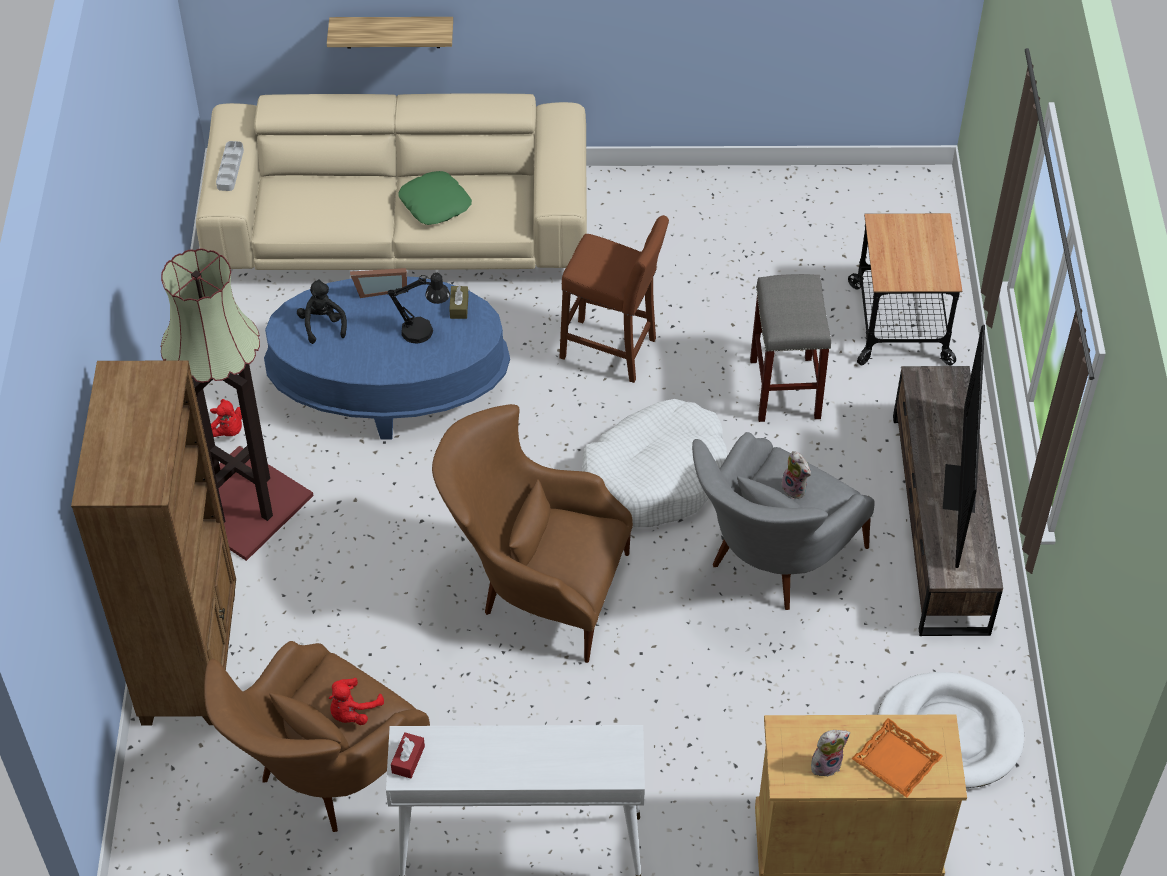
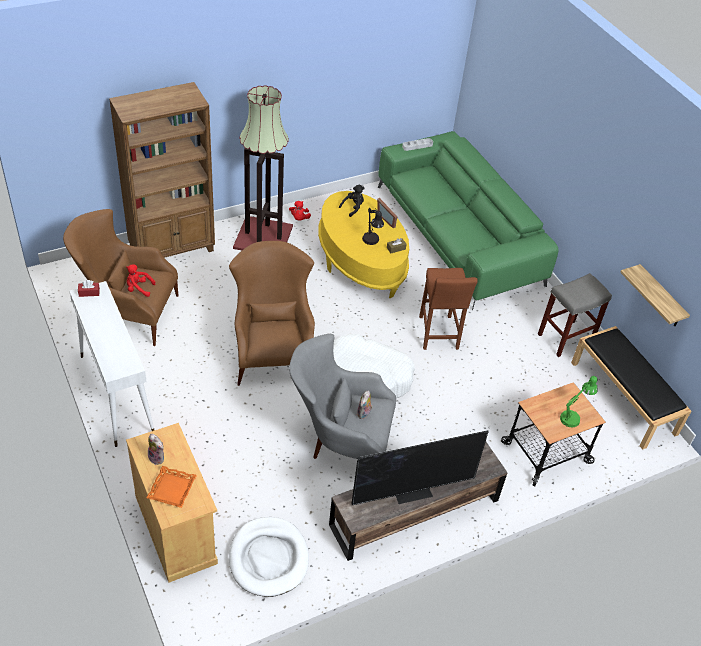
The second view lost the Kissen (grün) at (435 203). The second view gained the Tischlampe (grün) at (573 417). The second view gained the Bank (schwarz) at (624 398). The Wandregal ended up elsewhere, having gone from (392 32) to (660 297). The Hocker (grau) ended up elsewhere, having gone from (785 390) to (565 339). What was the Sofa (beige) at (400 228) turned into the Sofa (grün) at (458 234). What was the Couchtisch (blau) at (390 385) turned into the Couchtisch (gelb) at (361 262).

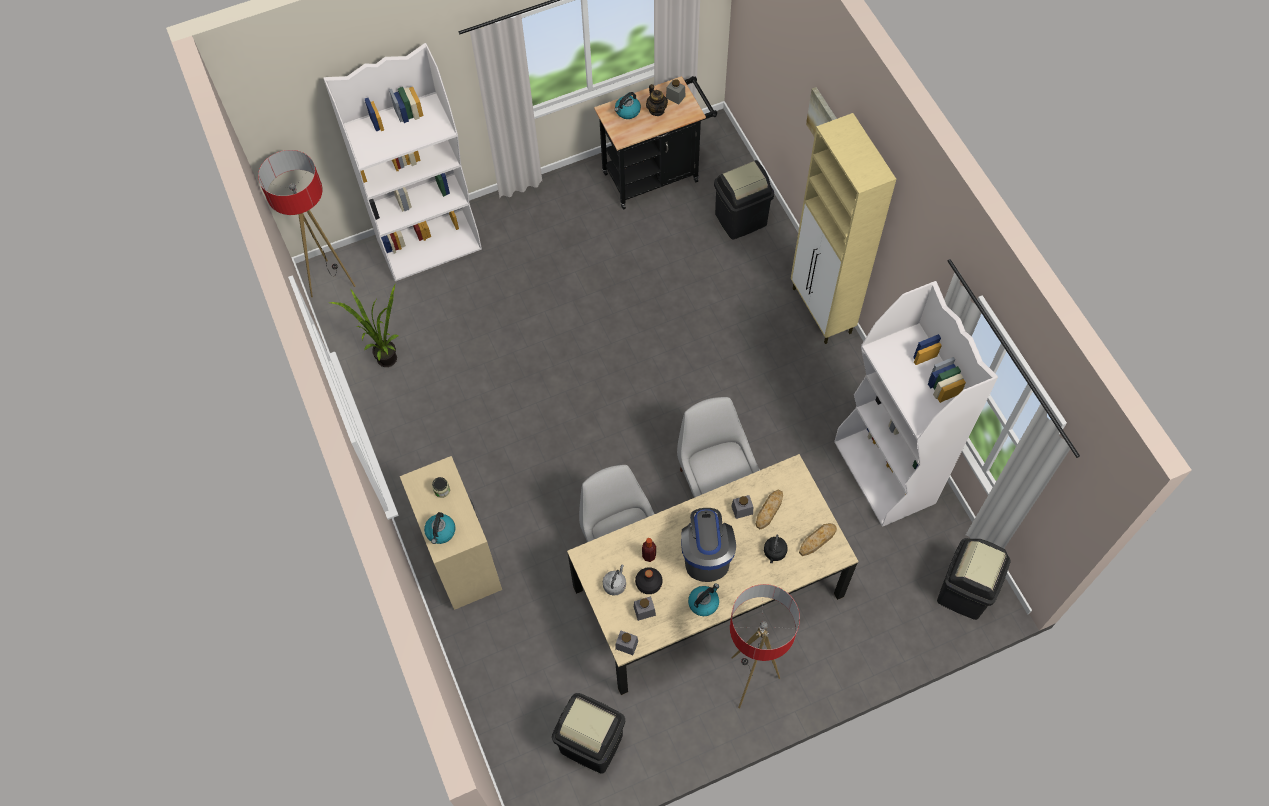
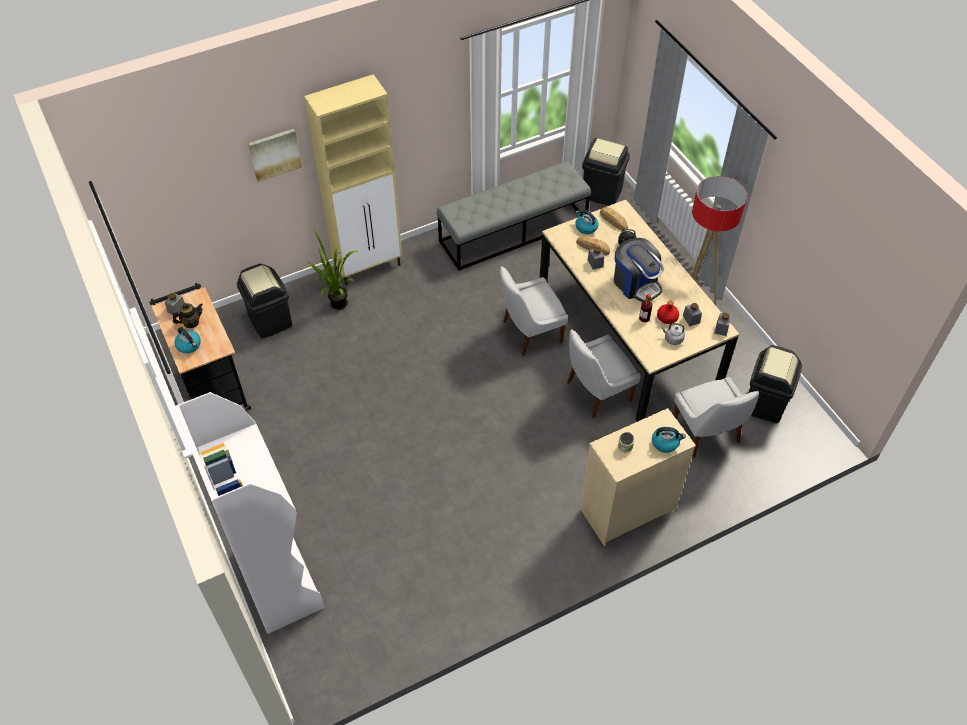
The second view lost the Stehlampe at (331 281). The second view gained the Stuhl (weiß) at (707 434). The Topfpflanze ended up elsewhere, having gone from (383 357) to (337 307). The Wasserkessel ended up elsewhere, having gone from (703 602) to (585 227). Where the Bücherregal (weiß) stood at (885 473), the Bank (grau) came to stand at (513 231). What was the Flasche (schwarz) at (648 583) turned into the Flasche (rot) at (667 318). The Kaffeemaschine at (706 554) ended up facing another way, 120 degrees counterclockwise from before.

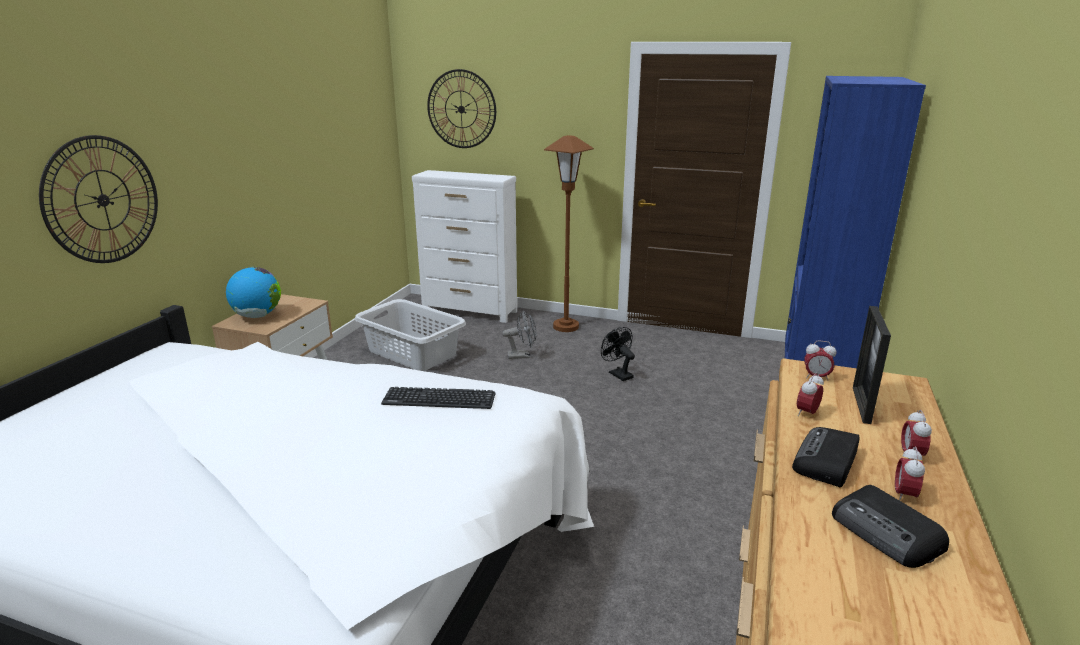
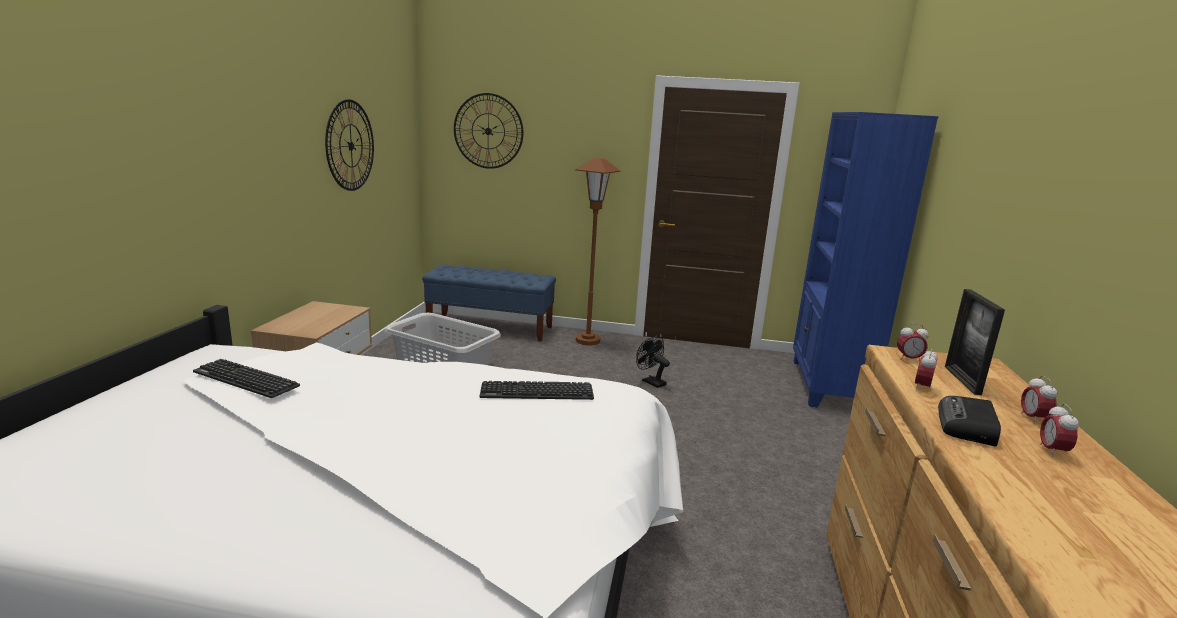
The second view lost the Globus at (257 316). The second view lost the Ventilator (grau) at (522 356). The second view lost the Radio at (887 533). The second view gained the Tastatur at (246 379). The Wanduhr ended up elsewhere, having gone from (102 200) to (350 145). Where the Kommode (weiß) stood at (470 311), the Bank (blau) came to stand at (490 327).

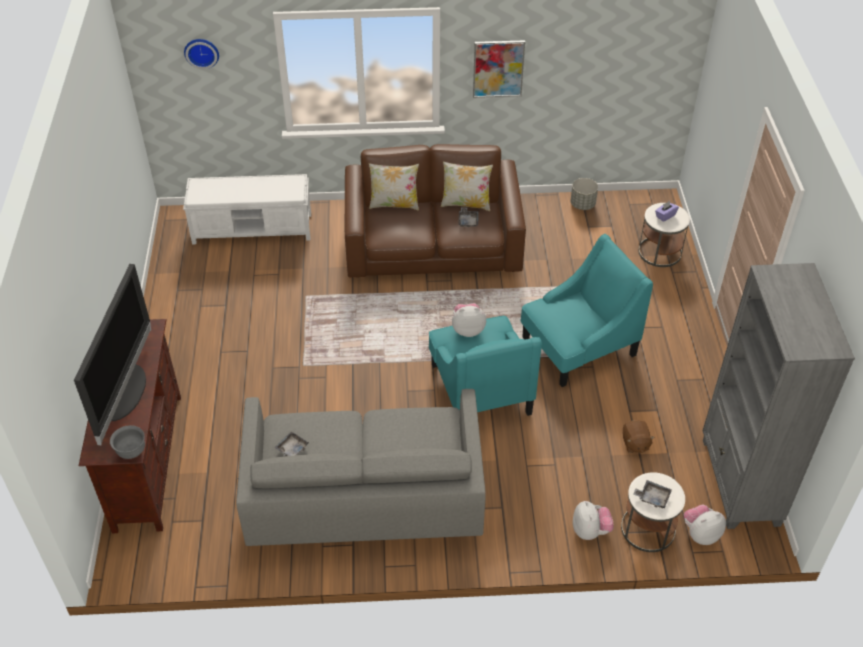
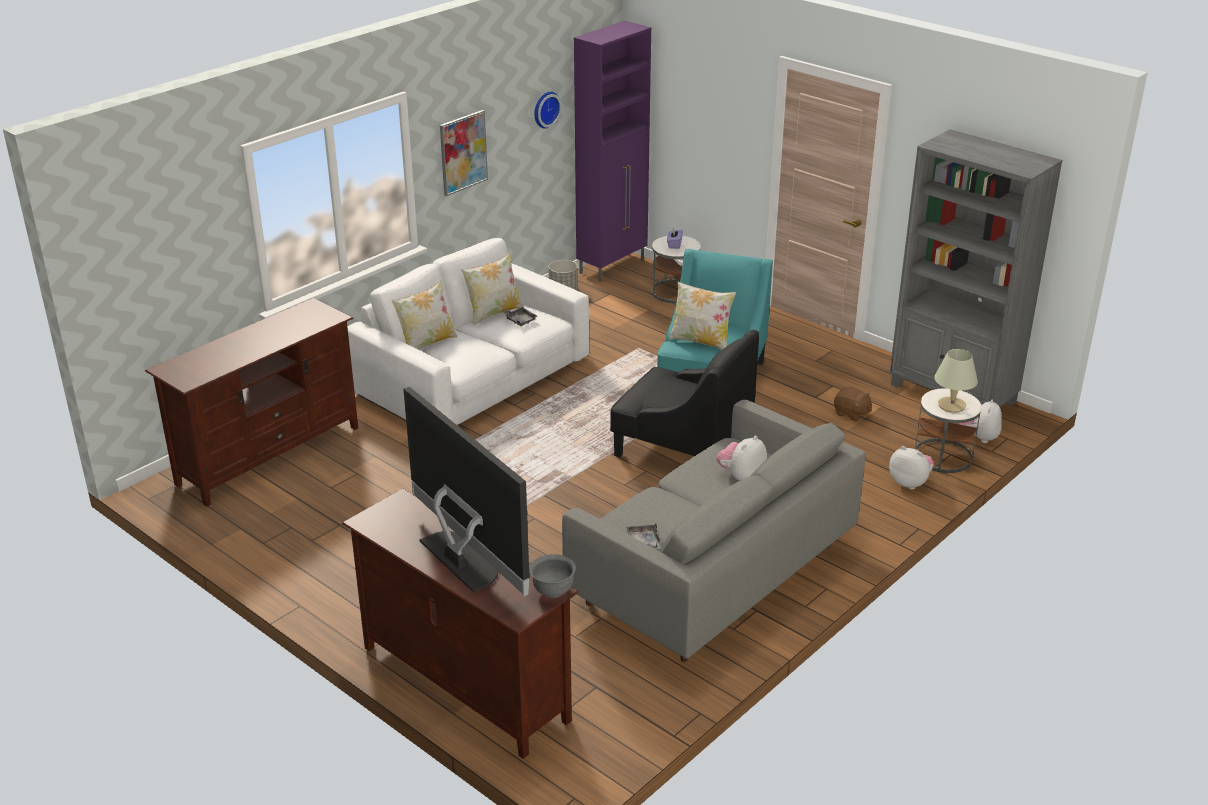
The second view gained the Schrank (lila) at (613 266). The second view gained the Kissen at (700 341). The Wanduhr ended up elsewhere, having gone from (201 52) to (545 109). The Plüschtier ended up elsewhere, having gone from (468 329) to (741 477). Where the Bank (weiß) stood at (253 229), the Fernsehschrank (braun) came to stand at (269 455). Where the Tablett (grau) stood at (652 497), the Tischlampe (beige) came to stand at (951 405). What was the Sofa (braun) at (433 243) turned into the Sofa (weiß) at (474 376). What was the Sessel (türkis) at (480 388) turned into the Sessel (schwarz) at (682 448).

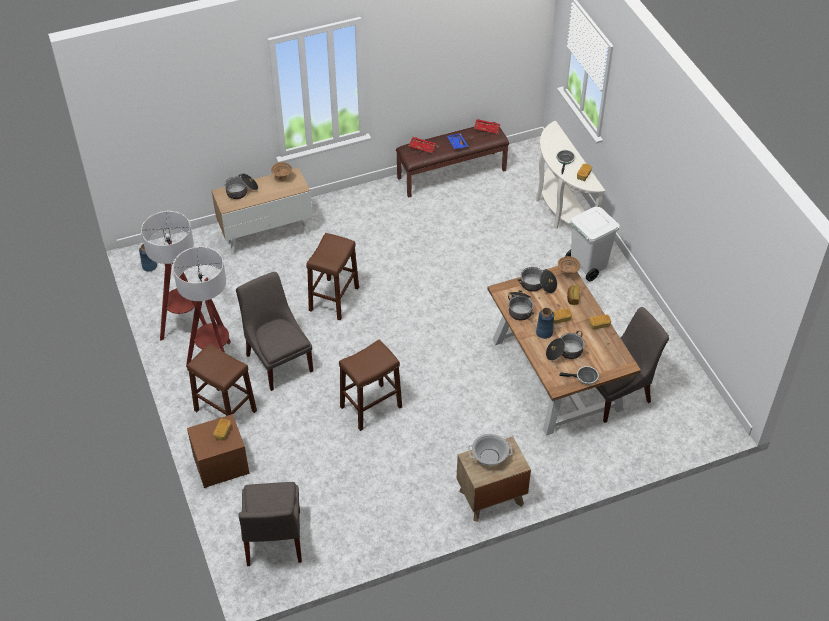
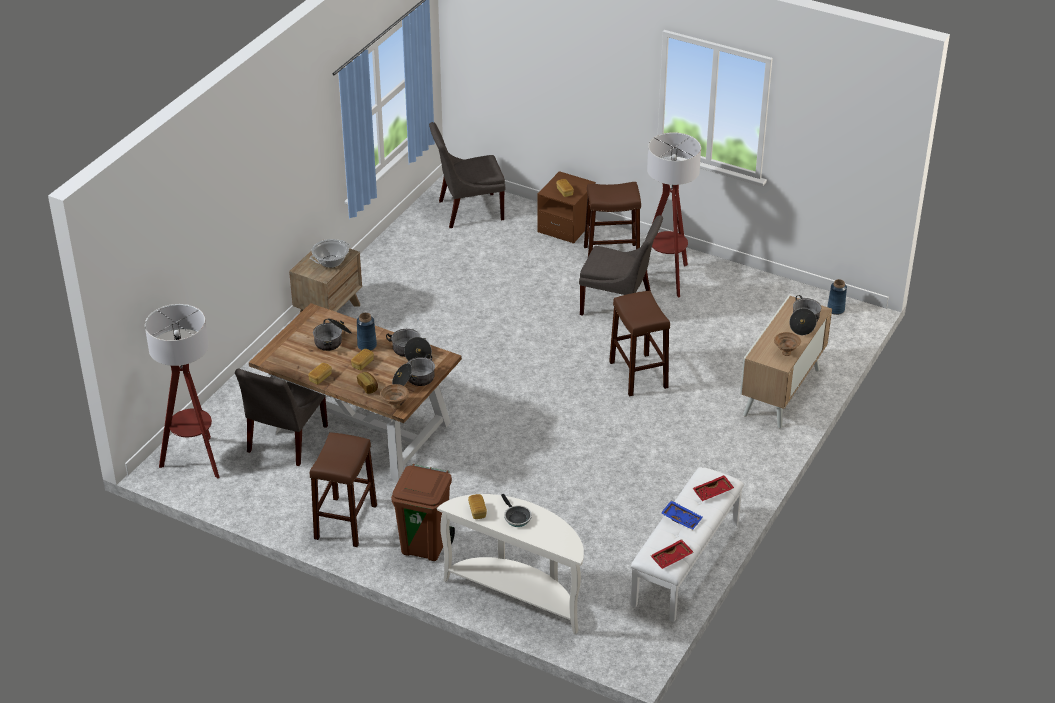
The second view lost the Pfanne at (585 378). The Stehlampe ended up elsewhere, having gone from (186 327) to (195 460). The Hocker (braun) ended up elsewhere, having gone from (371 407) to (345 522). What was the Bank (braun) at (451 173) turned into the Bank (weiß) at (686 564). What was the Mülleimer (weiß) at (587 265) turned into the Mülleimer (braun) at (425 546). The Stuhl (grau) at (273 541) ended up facing another way, 60 degrees counterclockwise from before.

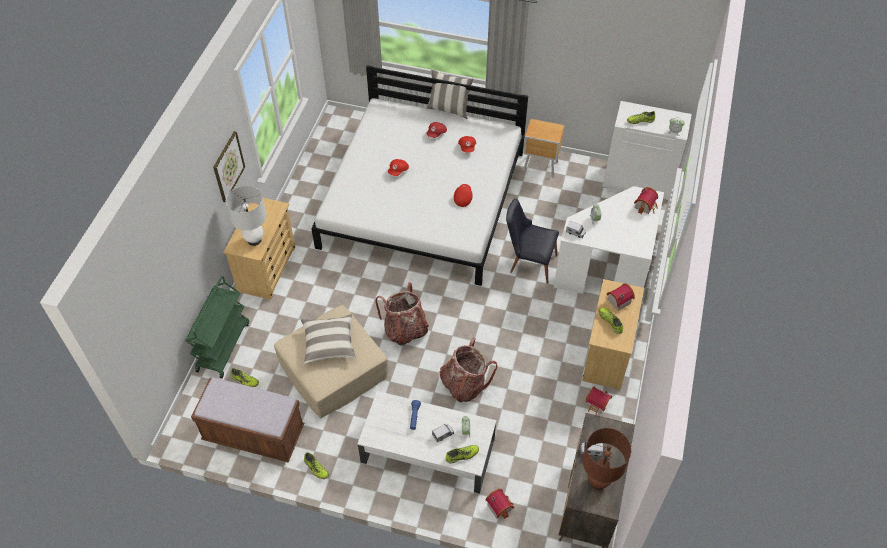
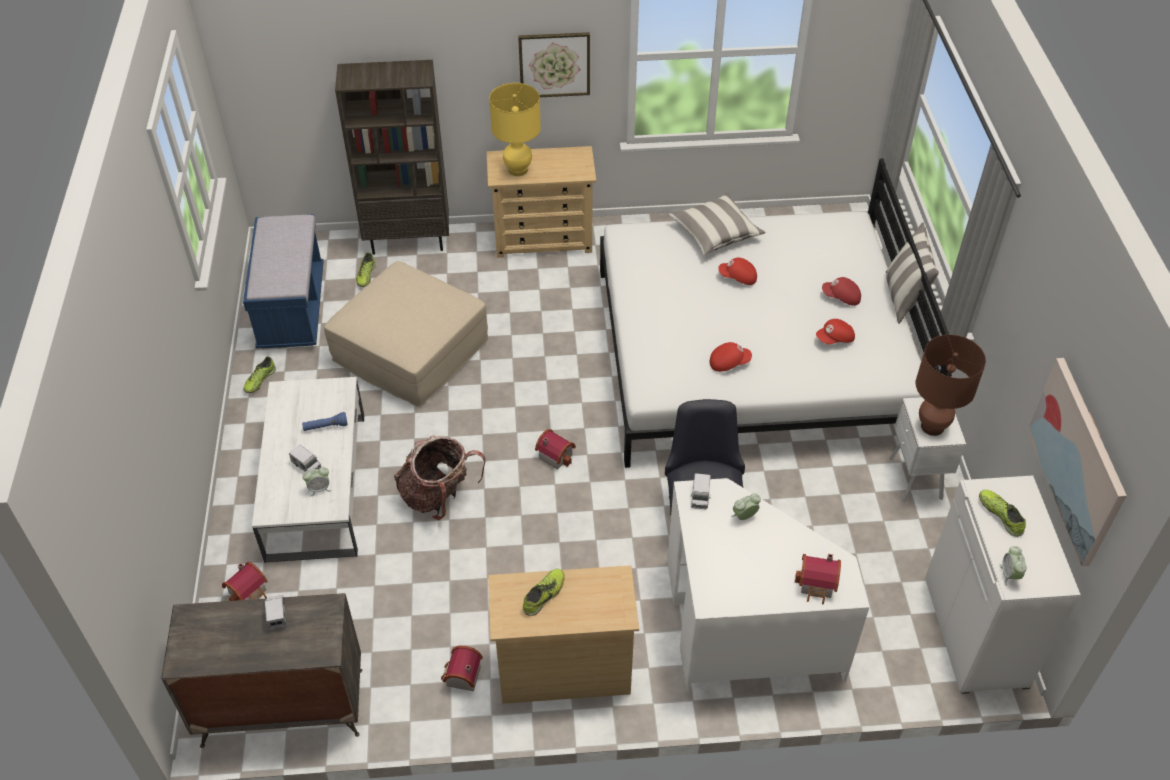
The second view lost the Rucksack at (405 330). The second view lost the Schuh at (462 455). The second view gained the Bild at (1077 460). The Kissen ended up elsewhere, having gone from (329 343) to (715 233). The Tischlampe (braun) ended up elsewhere, having gone from (598 482) to (932 427). The Spielzeughaus ended up elsewhere, having gone from (617 300) to (556 454). Where the Rollwagen (grün) stood at (223 346), the Bücherregal (braun) came to stand at (408 240). What was the Bank (braun) at (254 434) turned into the Bank (blau) at (292 309). What was the Tischlampe (weiß) at (254 240) turned into the Tischlampe (gelb) at (518 170). What was the Nachttisch (braun) at (541 167) turned into the Nachttisch (weiß) at (914 480).

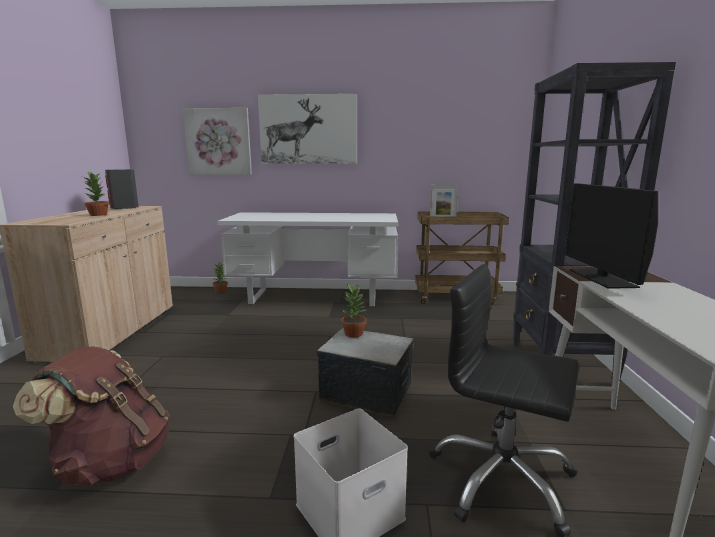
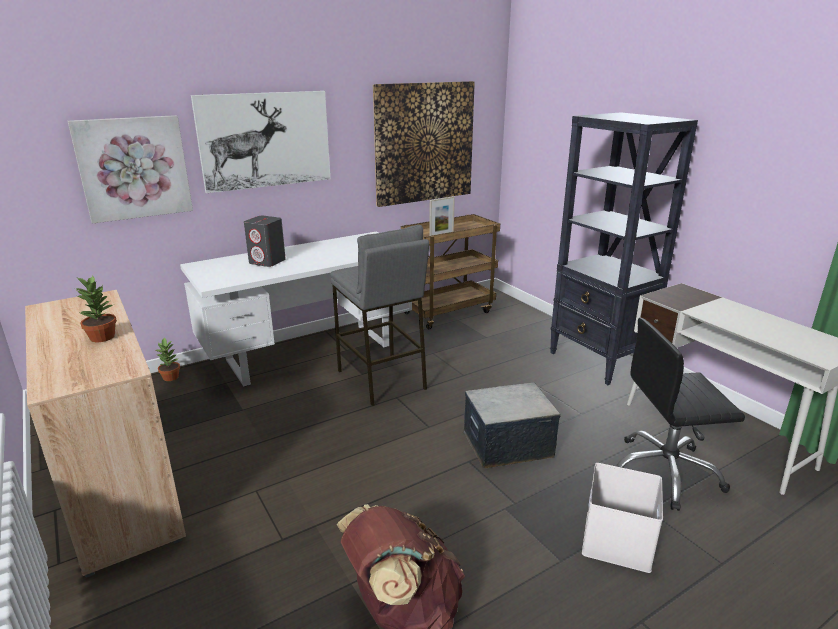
The second view lost the Topfpflanze at (354 333). The second view lost the Monitor at (601 278). The second view gained the Hocker (grau) at (381 380). The second view gained the Bild at (424 143). The Lautsprecher (grau) ended up elsewhere, having gone from (124 207) to (267 261).

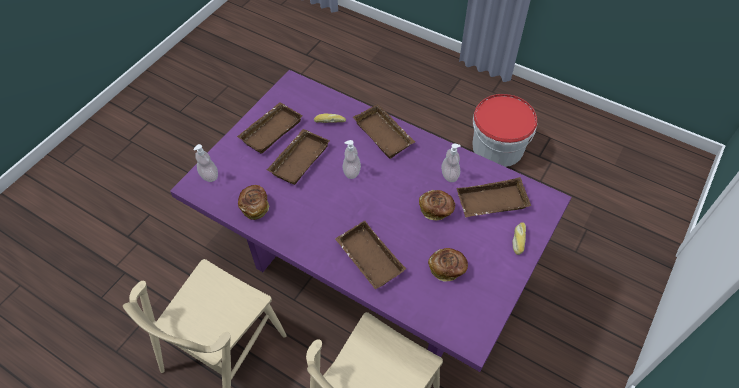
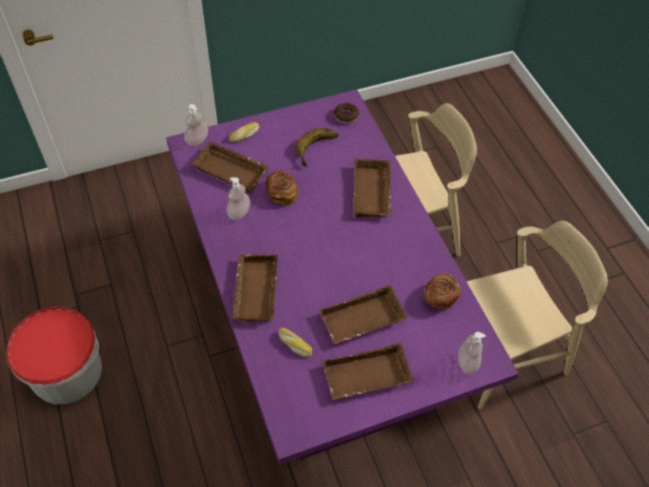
The second view gained the Donut at (346 116). The Seifenspender ended up elsewhere, having gone from (352 172) to (197 140). Where the Brot stood at (447 269), the Banane came to stand at (319 150).

